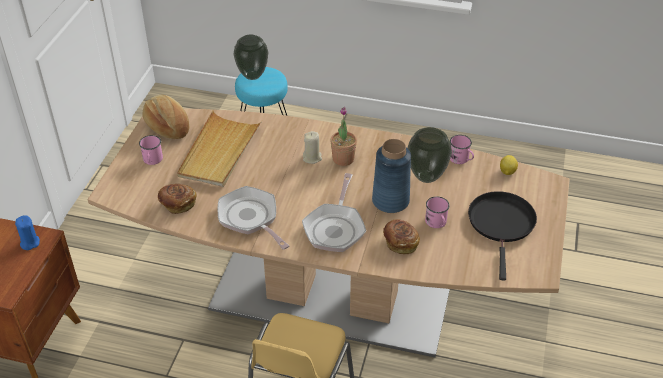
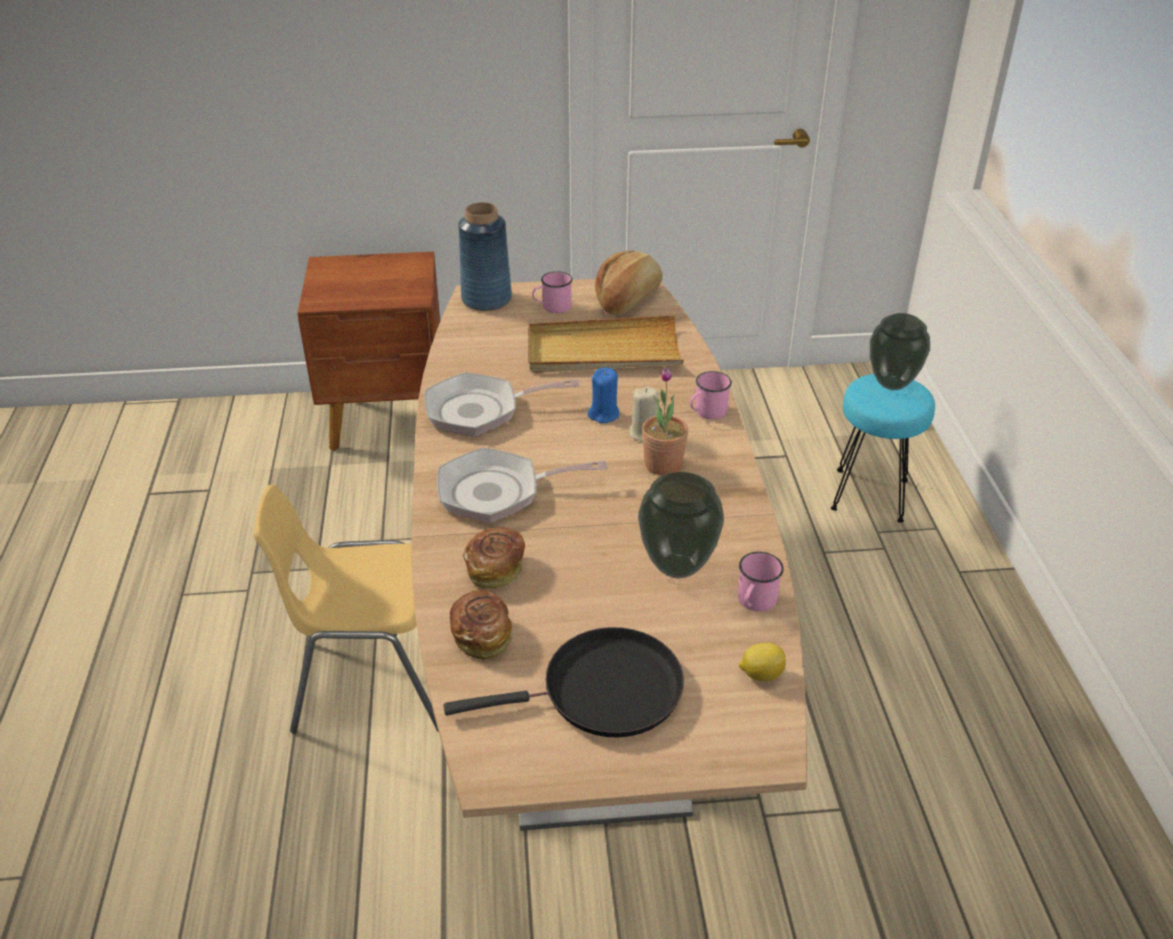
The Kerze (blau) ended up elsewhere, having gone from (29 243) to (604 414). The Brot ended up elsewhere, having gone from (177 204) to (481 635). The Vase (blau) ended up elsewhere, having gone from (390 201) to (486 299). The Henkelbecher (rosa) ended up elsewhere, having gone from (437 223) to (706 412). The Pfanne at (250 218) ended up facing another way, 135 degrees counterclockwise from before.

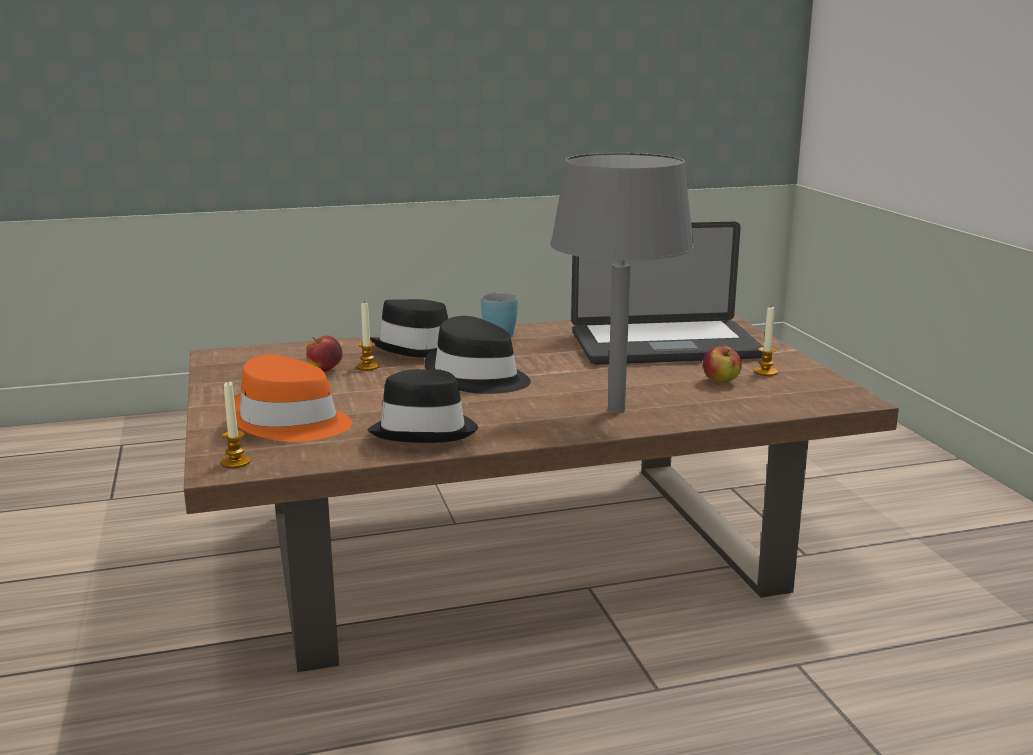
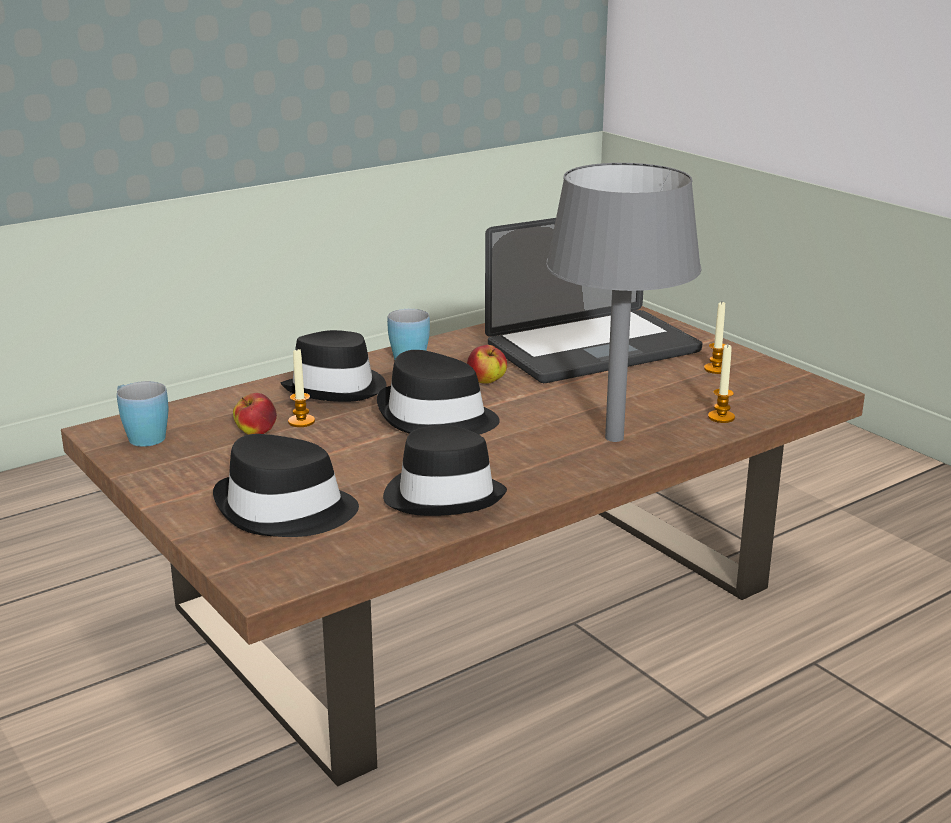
The second view gained the Henkelbecher (blau) at (141 436). The Kerze ended up elsewhere, having gone from (235 462) to (721 417). The Apfel ended up elsewhere, having gone from (720 381) to (486 382). What was the Hut (orange) at (289 423) turned into the Hut (schwarz) at (285 511).

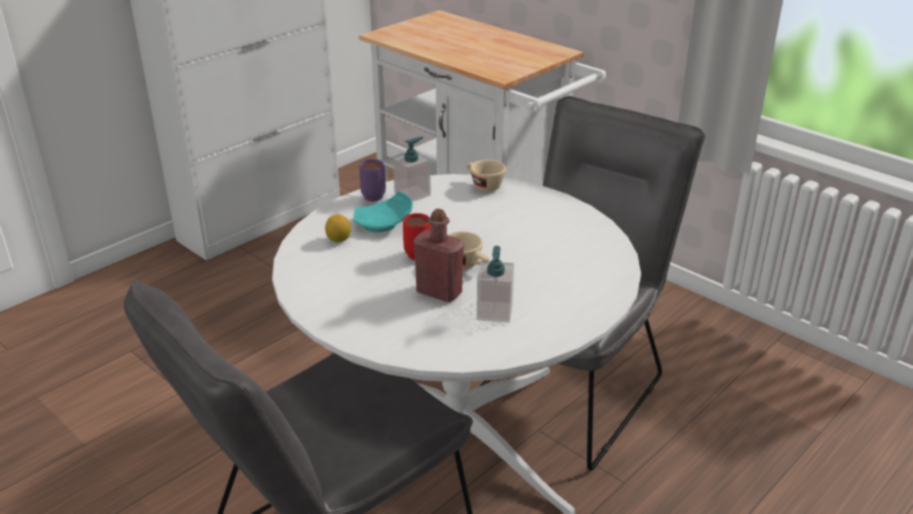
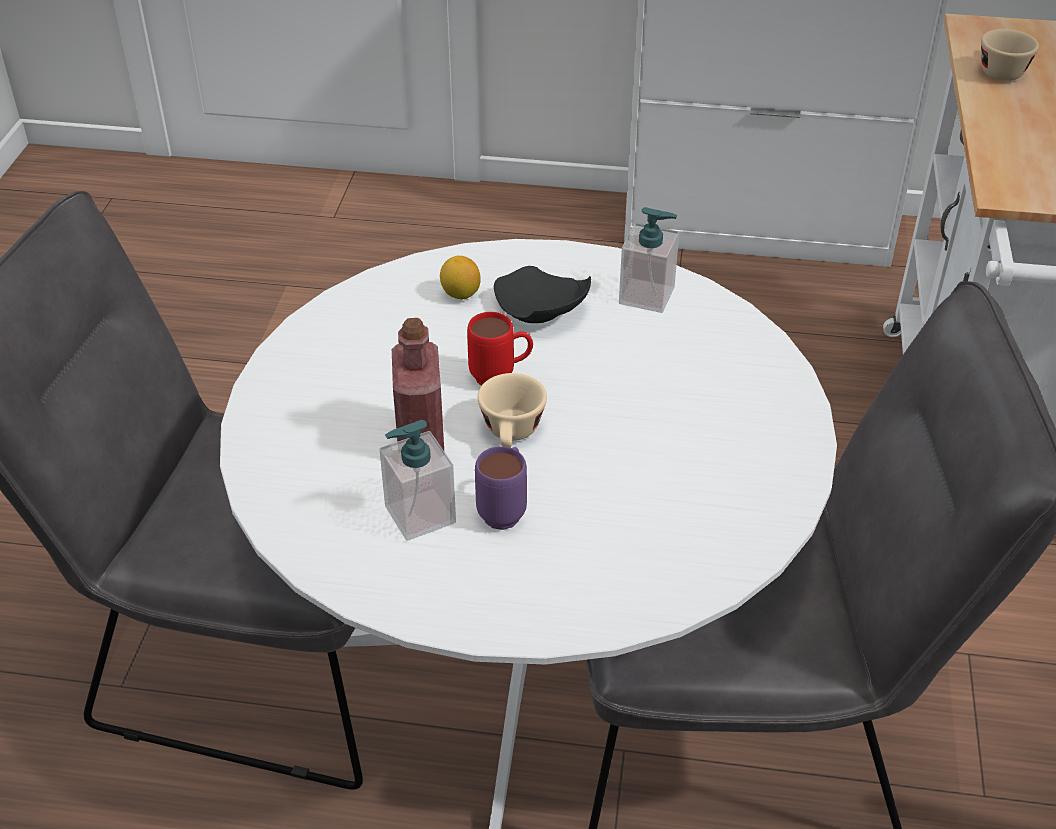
The Henkelbecher (lila) ended up elsewhere, having gone from (371 195) to (505 510). The Tasse (beige) ended up elsewhere, having gone from (483 185) to (1000 69). What was the Teller (türkis) at (384 224) turned into the Teller (schwarz) at (539 311).

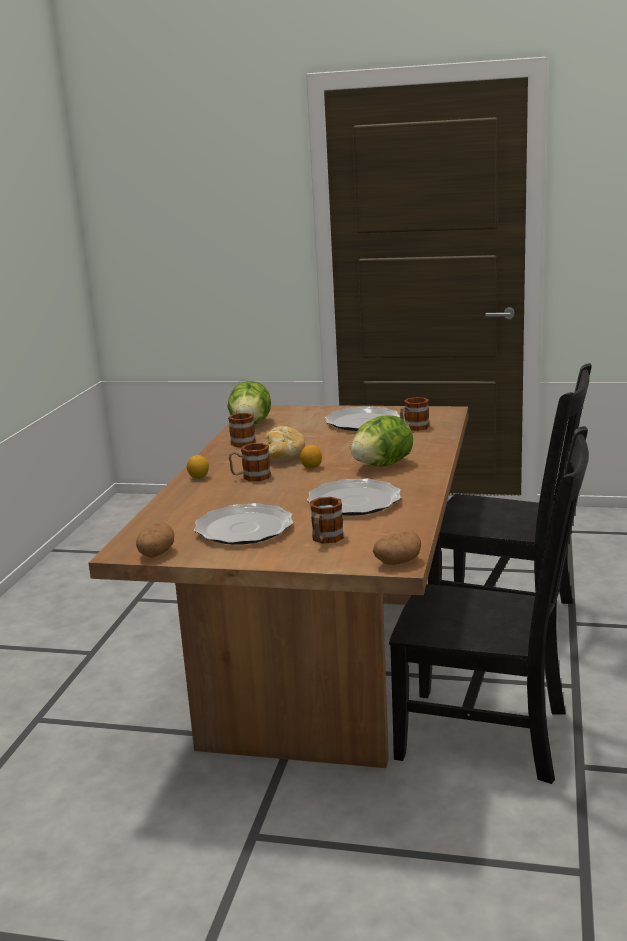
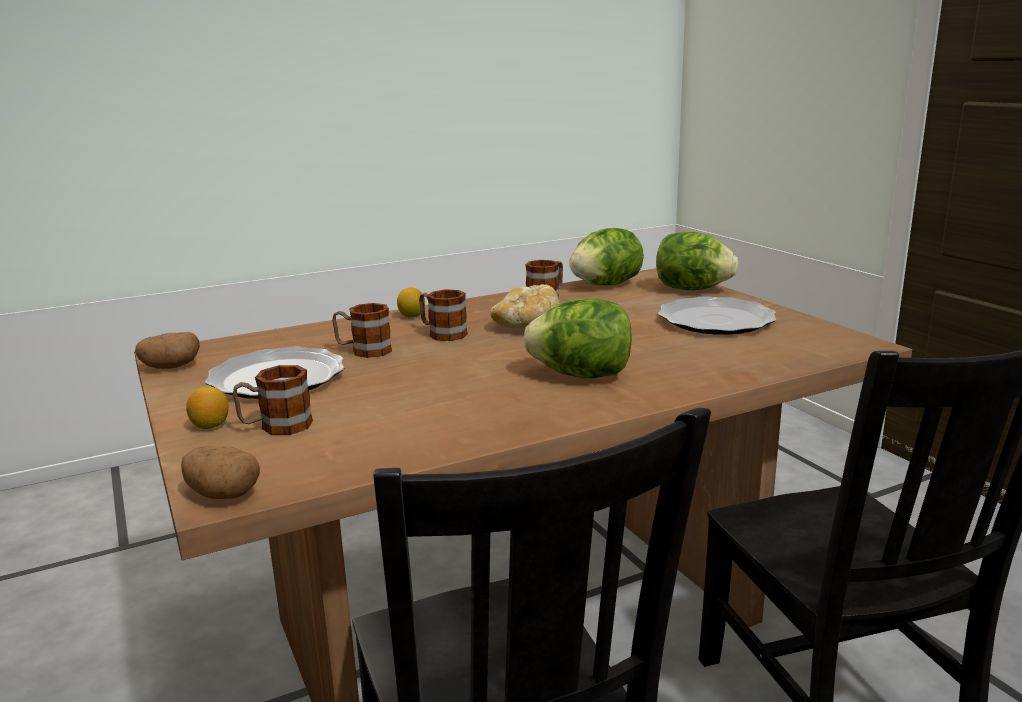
The second view lost the Teller at (354 501). The second view gained the Salatkopf at (692 289). The Zitrone ended up elsewhere, having gone from (311 467) to (210 426). The Henkelbecher ended up elsewhere, having gone from (413 428) to (363 350).

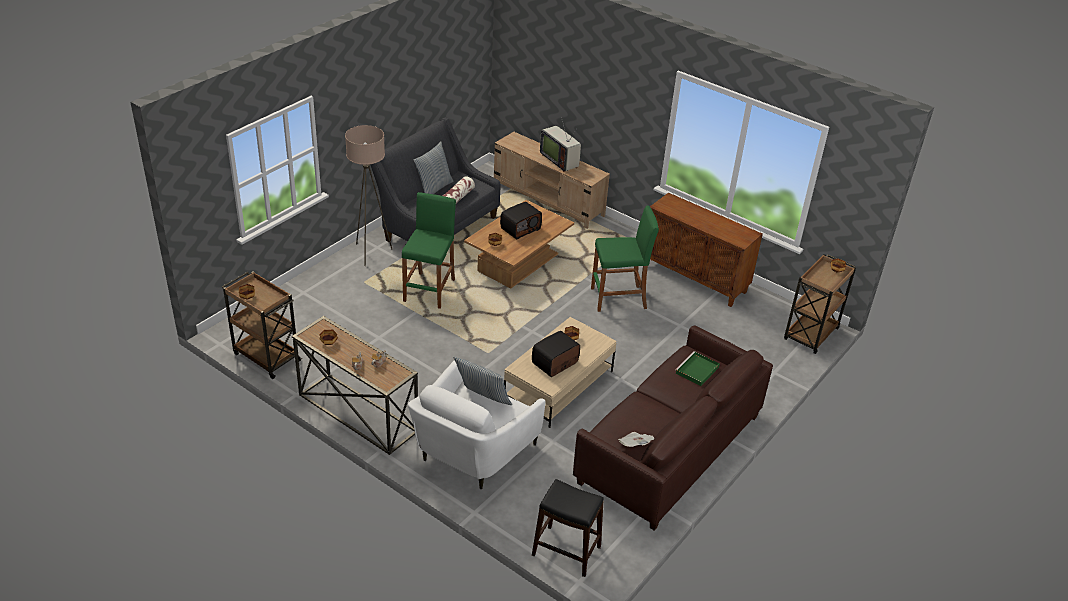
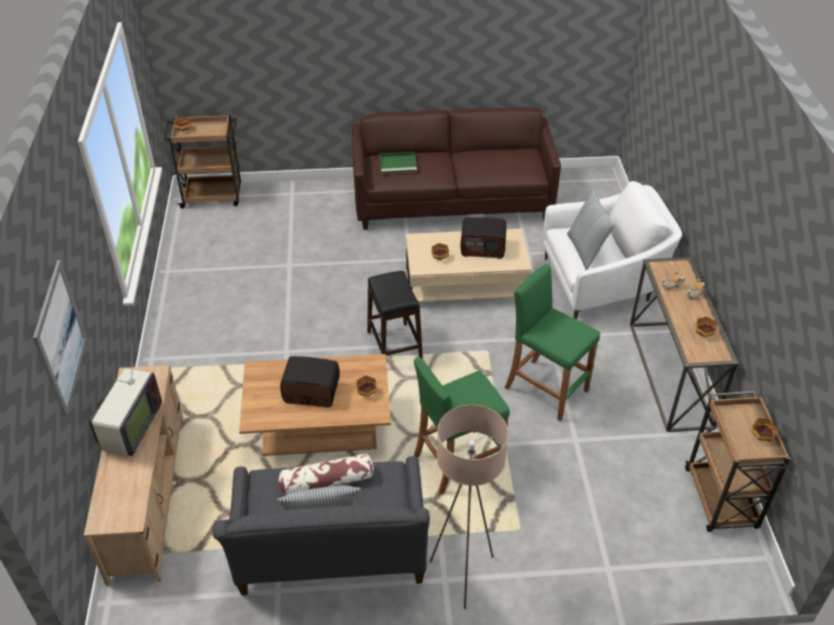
The second view lost the Zeitung at (635 445). The second view lost the Schrank (braun) at (695 278). The second view gained the Bild at (60 338). The Hocker (schwarz) ended up elsewhere, having gone from (566 551) to (395 346). The Hocker (grün) ended up elsewhere, having gone from (619 298) to (546 389).

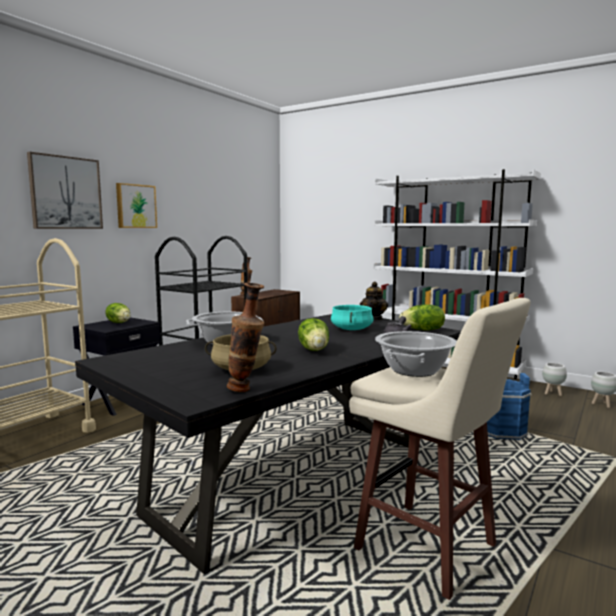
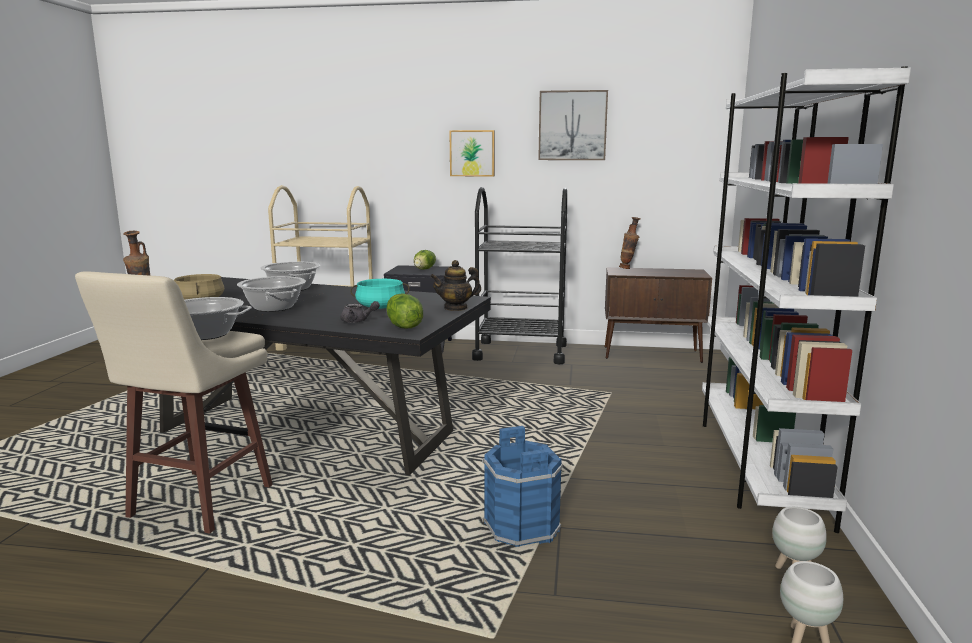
The Bild ended up elsewhere, having gone from (66 193) to (572 125). Where the Salatkopf stood at (314 350), the Kochtopf came to stand at (274 307).

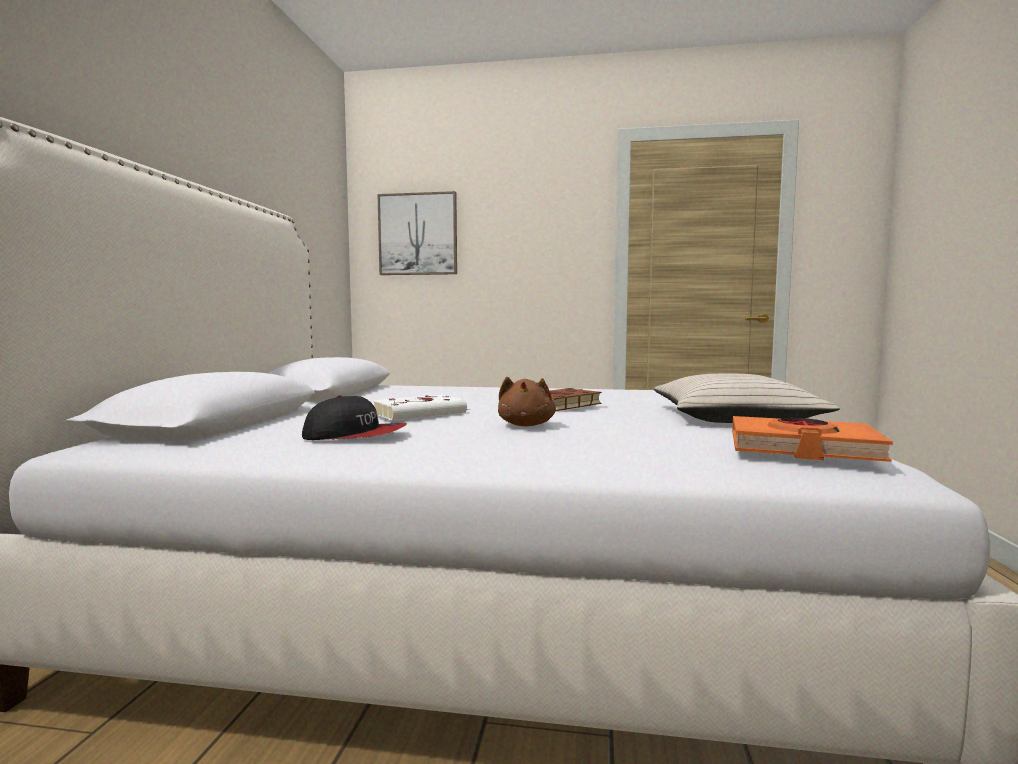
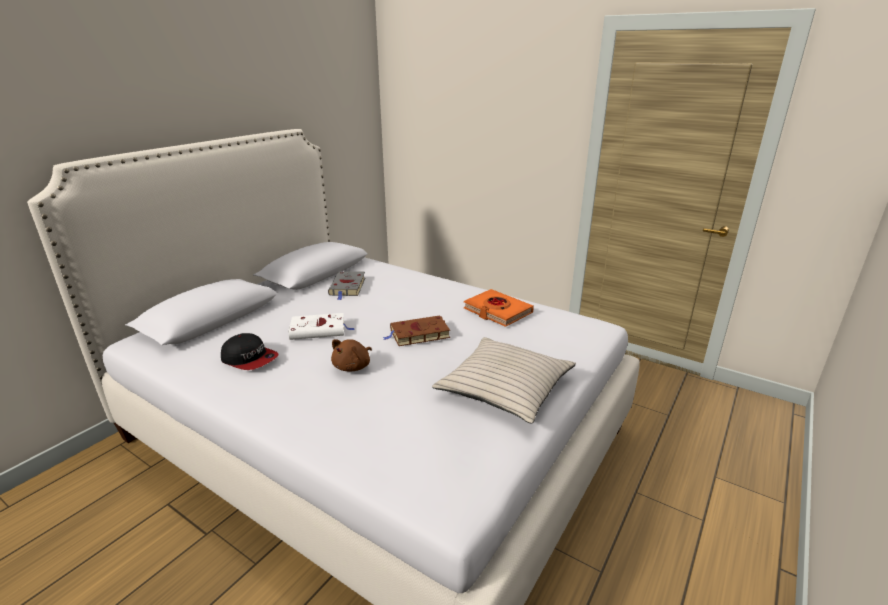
The second view lost the Bild at (418 234). The second view gained the Buch (grau) at (347 287). The Buch (orange) ended up elsewhere, having gone from (802 448) to (497 311).

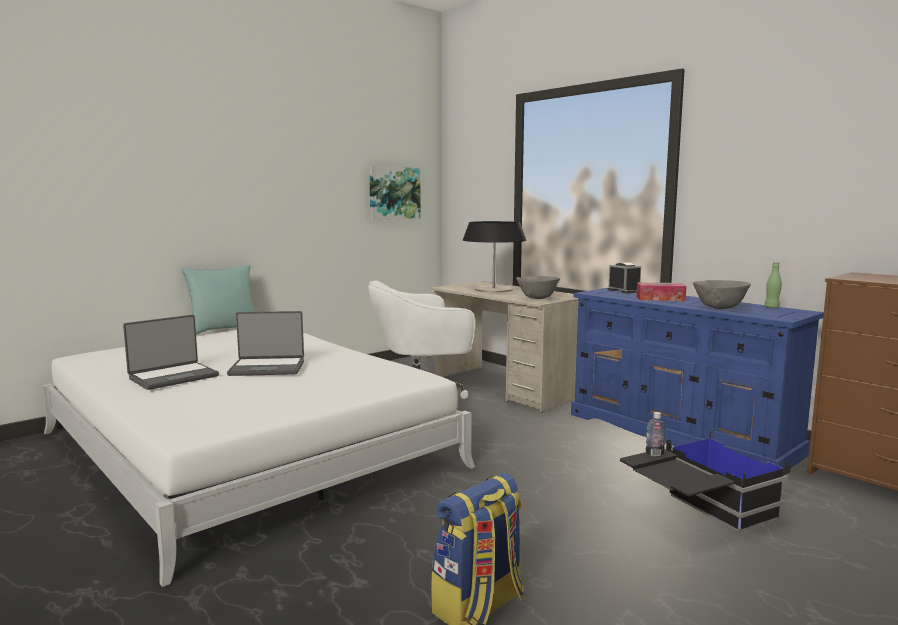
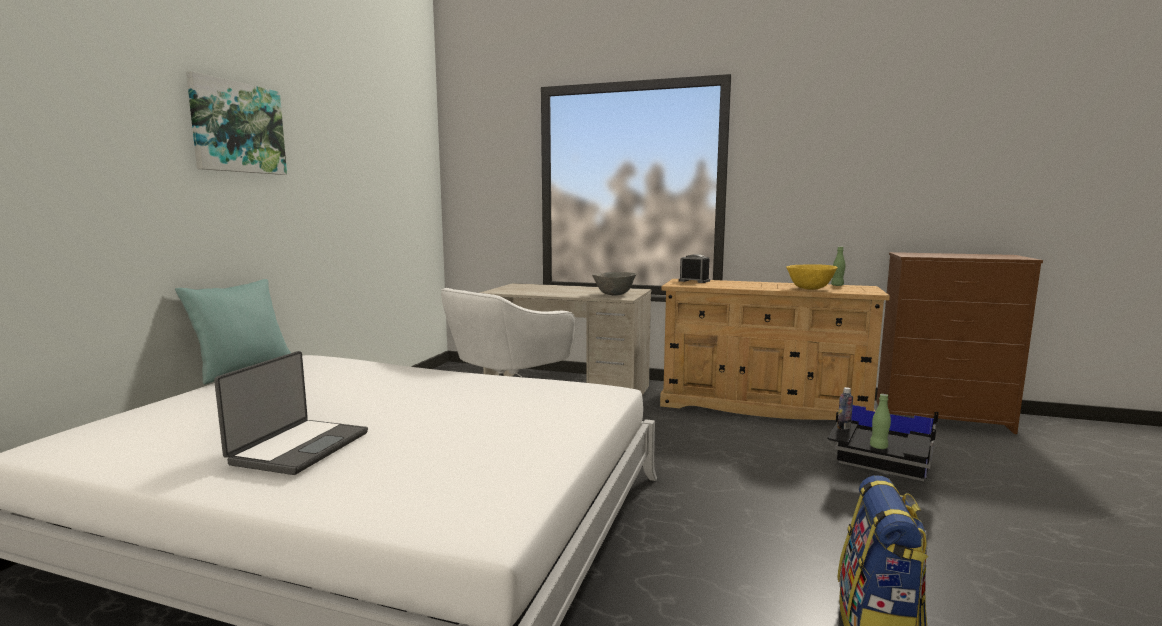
The second view lost the Laptop at (267 368). The second view lost the Tischlampe at (493 289). The second view lost the Taschentuchbox at (660 299). The second view gained the Flasche (grün) at (878 447). The Bild ended up elsewhere, having gone from (394 193) to (237 128). What was the Kommode (blau) at (680 434) turned into the Kommode (beige) at (764 406). What was the Schüssel (grau) at (719 308) turned into the Schüssel (gelb) at (810 289).

